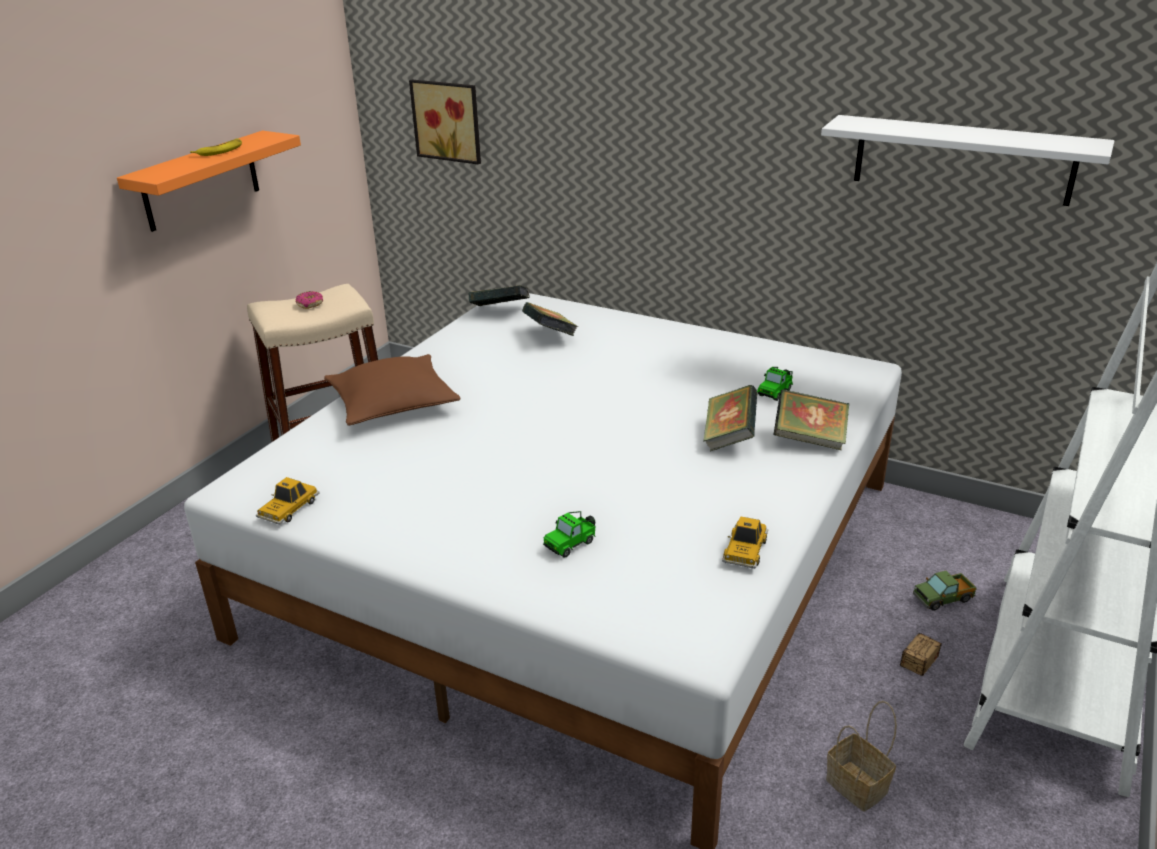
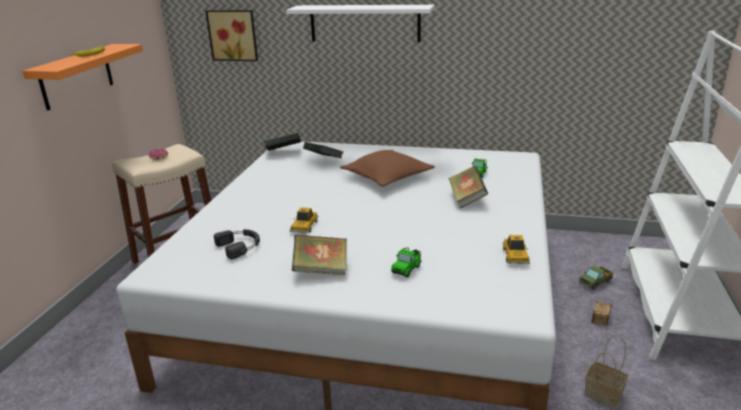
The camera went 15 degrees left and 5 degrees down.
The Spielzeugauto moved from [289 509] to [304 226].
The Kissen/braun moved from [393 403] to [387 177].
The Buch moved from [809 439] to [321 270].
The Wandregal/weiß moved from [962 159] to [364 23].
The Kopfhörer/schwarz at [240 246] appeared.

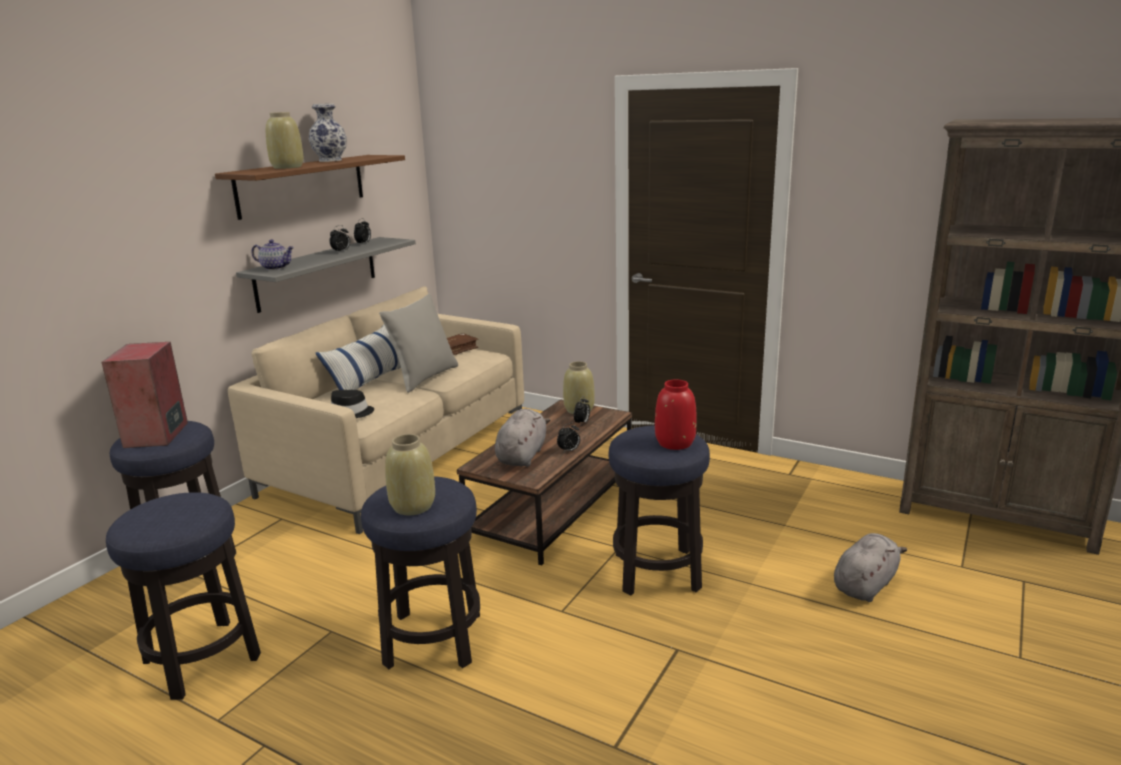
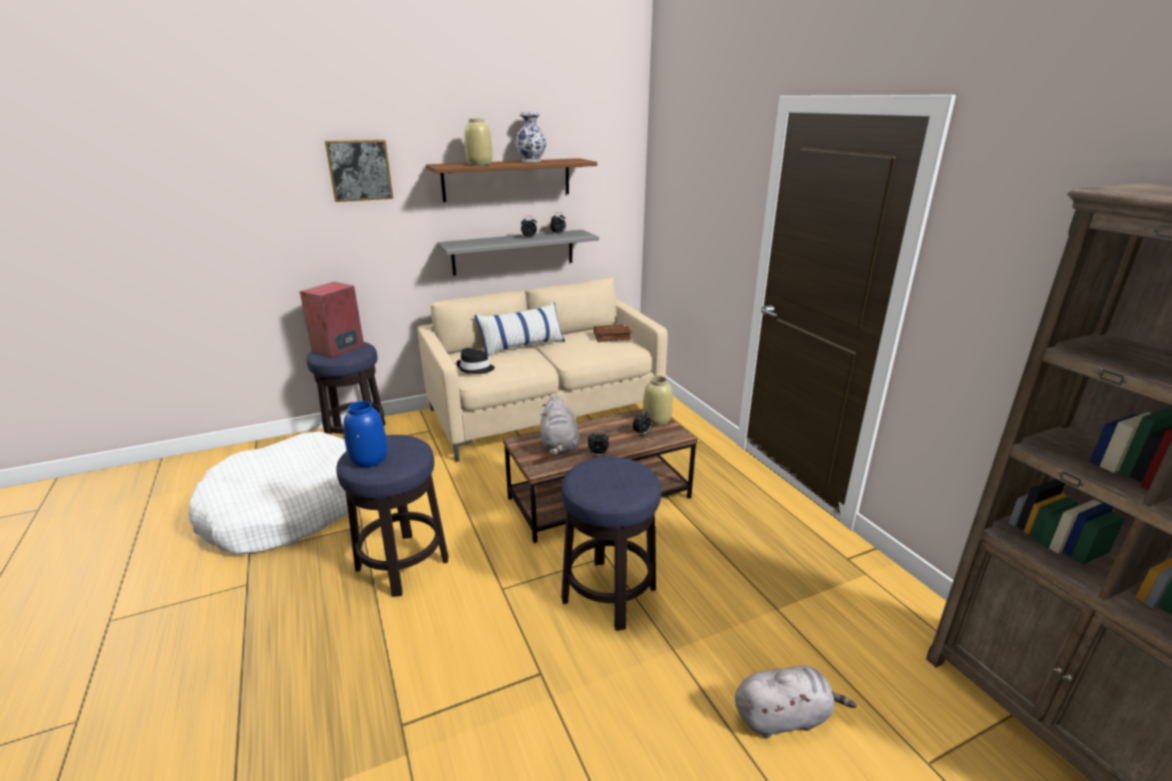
The camera went 35 degrees right and 5 degrees up.
The Hocker at [202 659] was replaced by the Hundebett/weiß at [287 509].
The Teekanne at [276 268] disappeared.
The Kissen/grau at [424 377] disappeared.
The Vase/beige at [413 506] became the Vase/blau at [369 459].
The Plüschtier/grau at [522 455] turned 120 degrees clockwise.
The Vase/rot at [674 443] disappeared.
The Bild at [360 170] appeared.

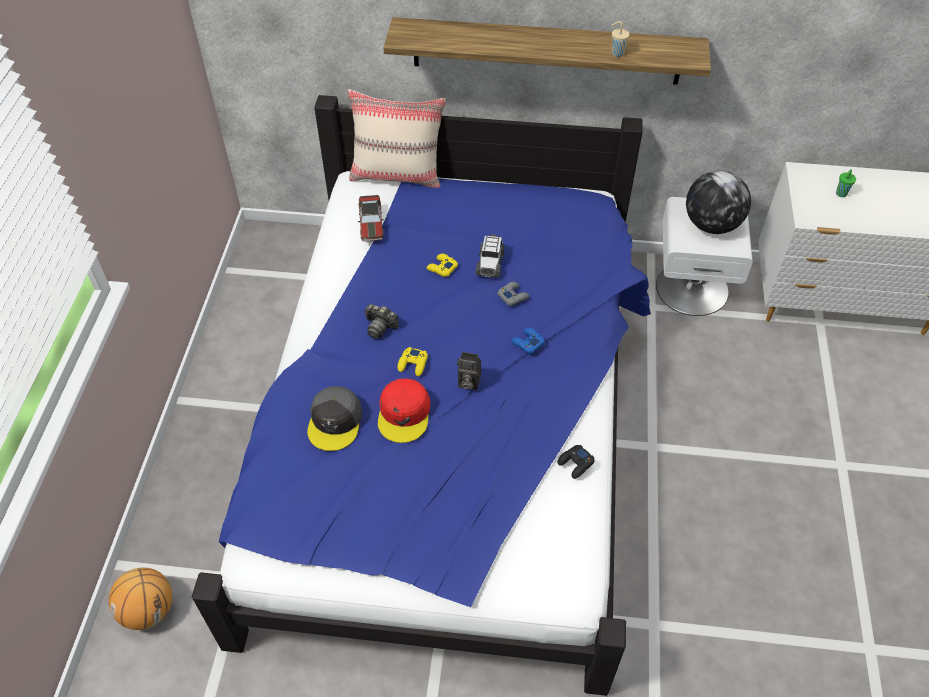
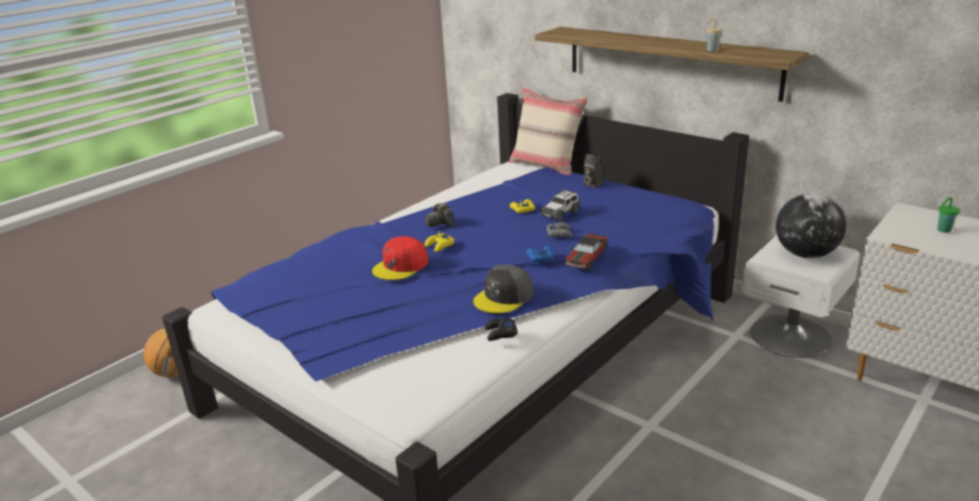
The camera went 35 degrees right and 25 degrees down.
The Kappe/grau moved from [335 422] to [504 297].
The Spielzeugauto moved from [371 223] to [586 257].
The Kamera moved from [467 382] to [591 184].

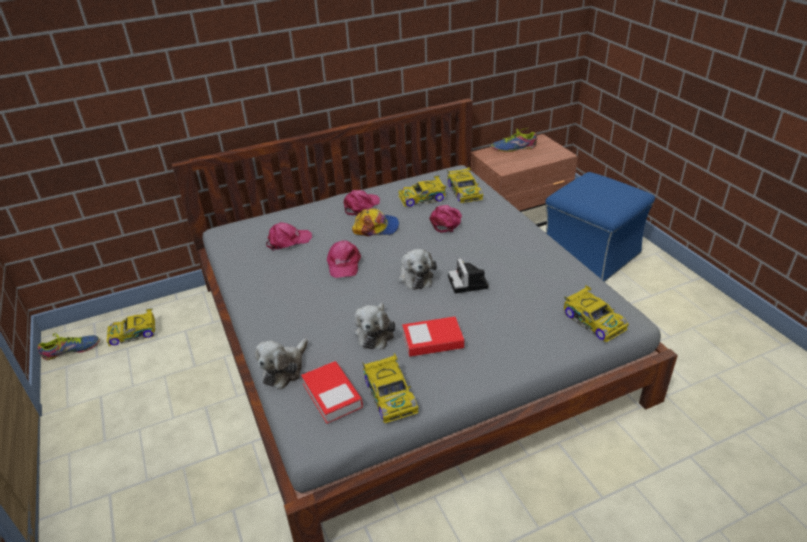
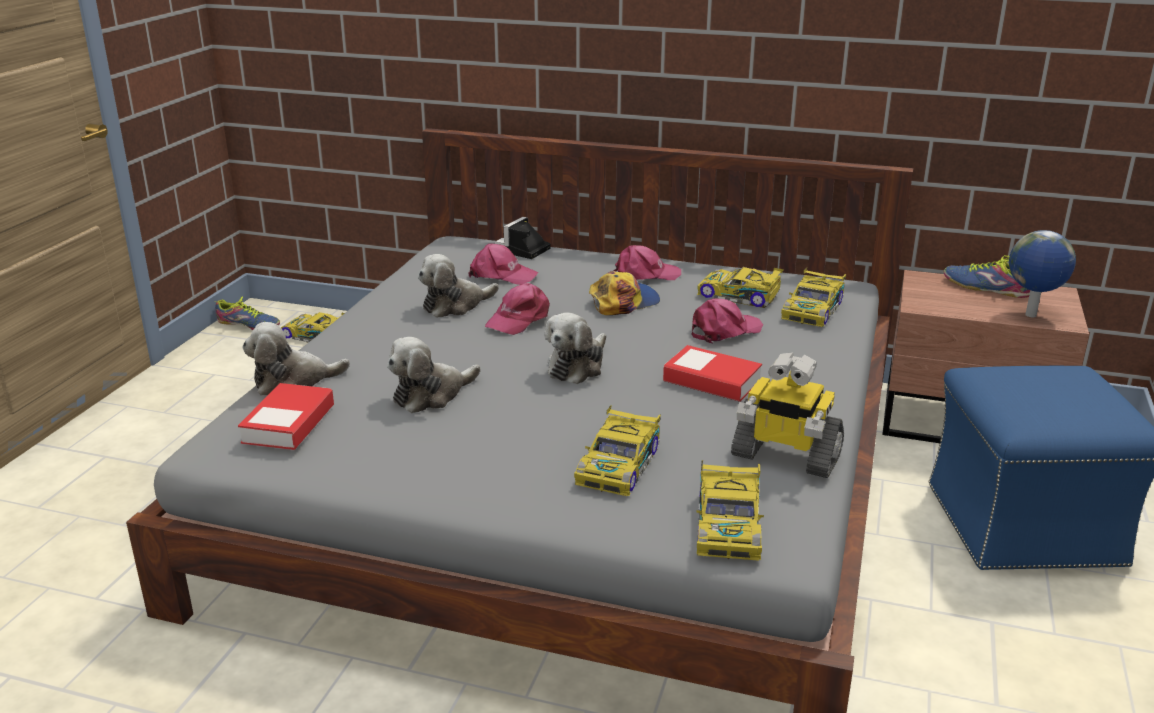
The camera went 40 degrees right and 10 degrees down.
The Kappe at [376 227] turned 75 degrees counterclockwise.
The Spielzeugauto moved from [390 394] to [619 465].
The Buch moved from [432 341] to [711 381].
The Kamera moved from [469 283] to [522 250].
The Plüschtier at [455 305] appeared.
The Spielzeugroboter at [784 456] appeared.
The Globus at [1031 316] appeared.

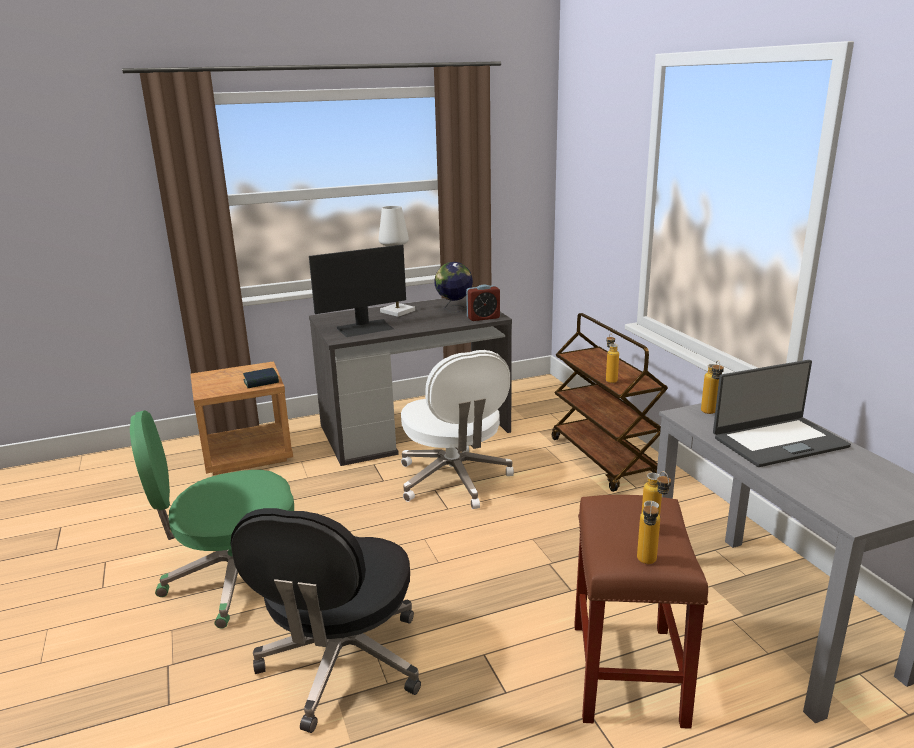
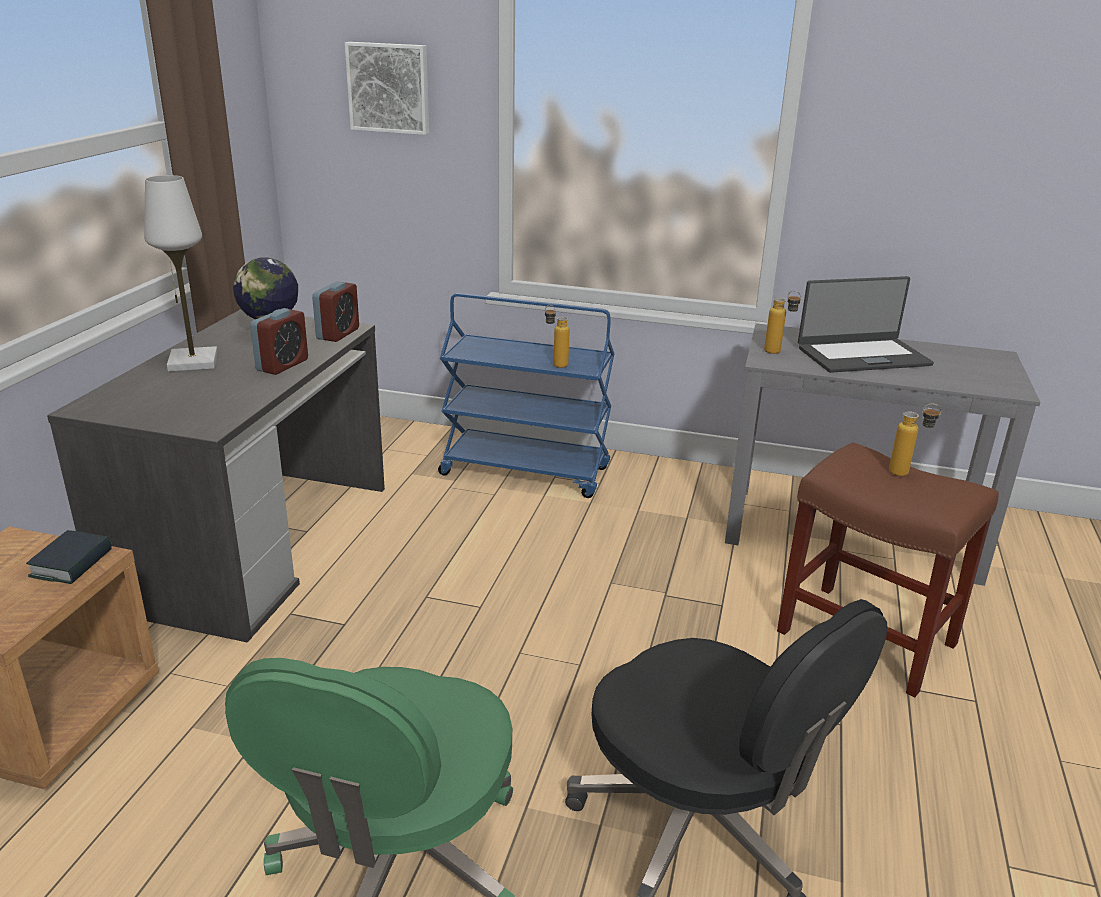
The camera went 55 degrees left and 5 degrees up.
The Monitor at [365 328] disappeared.
The Bürostuhl/weiß at [454 480] disappeared.
The Rollwagen/braun at [604 459] became the Rollwagen/blau at [526 471].
The Flasche at [646 564] disappeared.
The Laptop at [778 441] turned 60 degrees clockwise.
The Wecker at [282 365] appeared.
The Bild at [389 88] appeared.

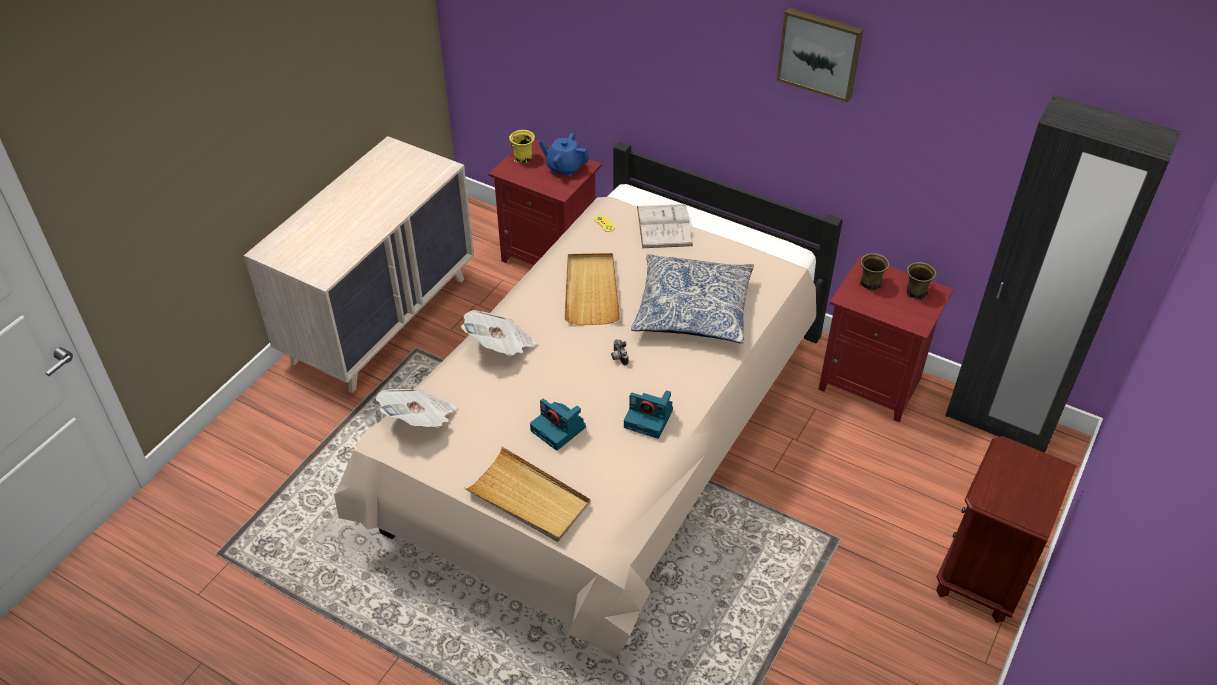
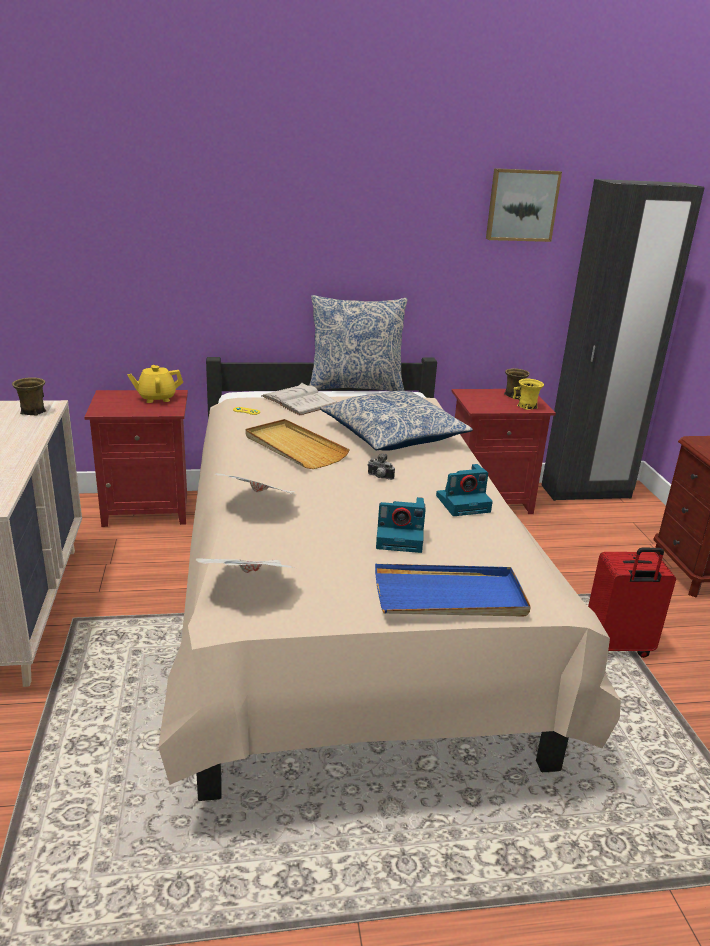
The camera went 40 degrees left and 20 degrees down.
The Tablett/beige at [529 498] became the Tablett/blau at [450 596].
The Henkelbecher/gelb moved from [523 158] to [527 406].
The Teekanne/blau at [564 167] became the Teekanne/gelb at [156 398].
The Bild moved from [820 53] to [521 205].
The Henkelbecher/braun moved from [870 283] to [32 411].
The Kissen at [355 386] appeared.
The Koffer/rot at [617 647] appeared.

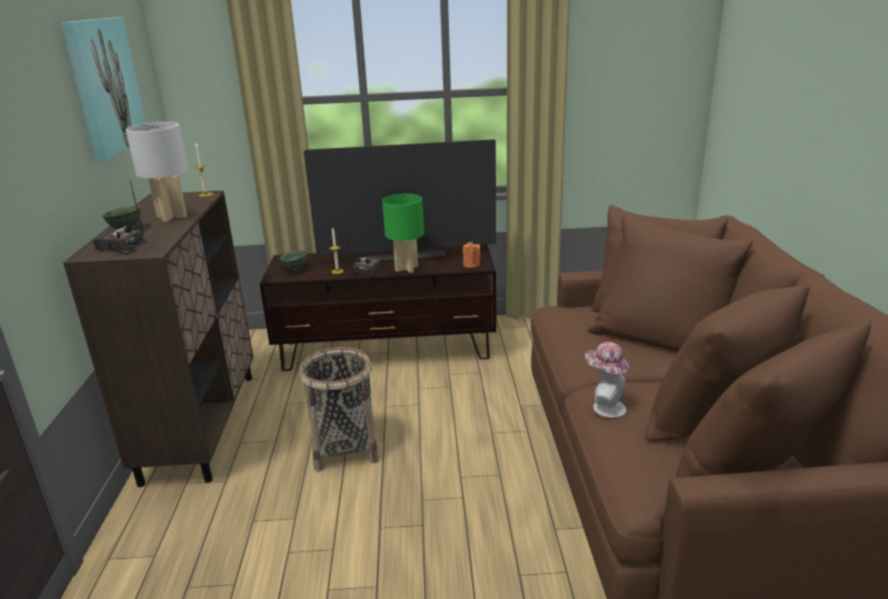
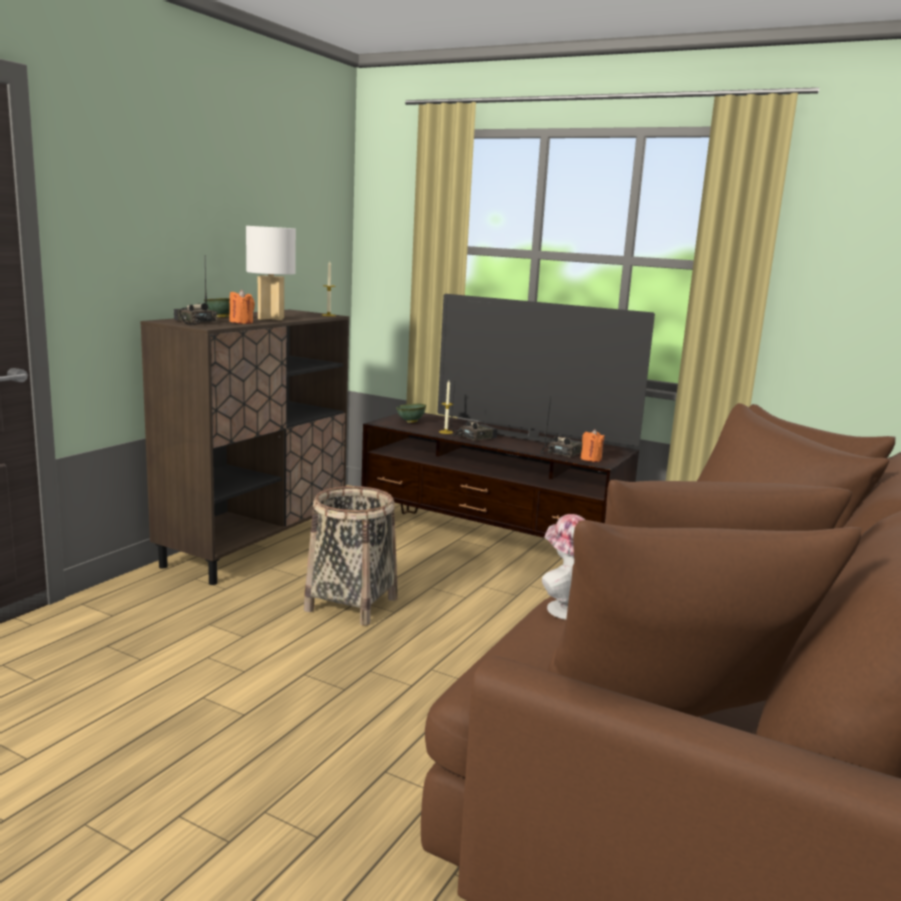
The camera went 30 degrees right and 10 degrees down.
The Bild at [106 86] disappeared.
The Tischlampe/grün at [406 268] disappeared.
The Kerze/orange at [241 322] appeared.
The Radio at [561 453] appeared.

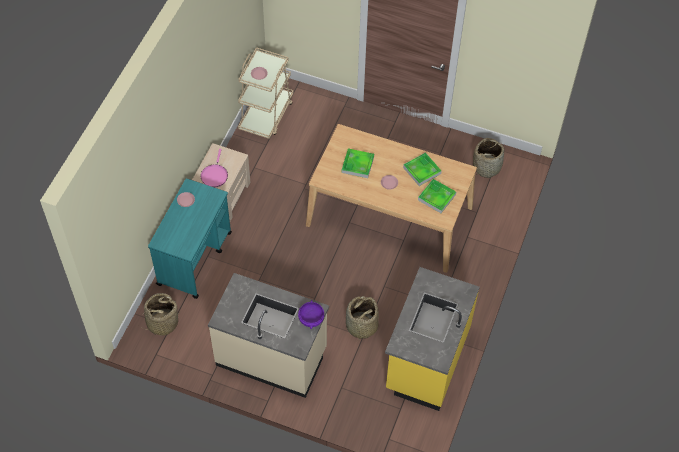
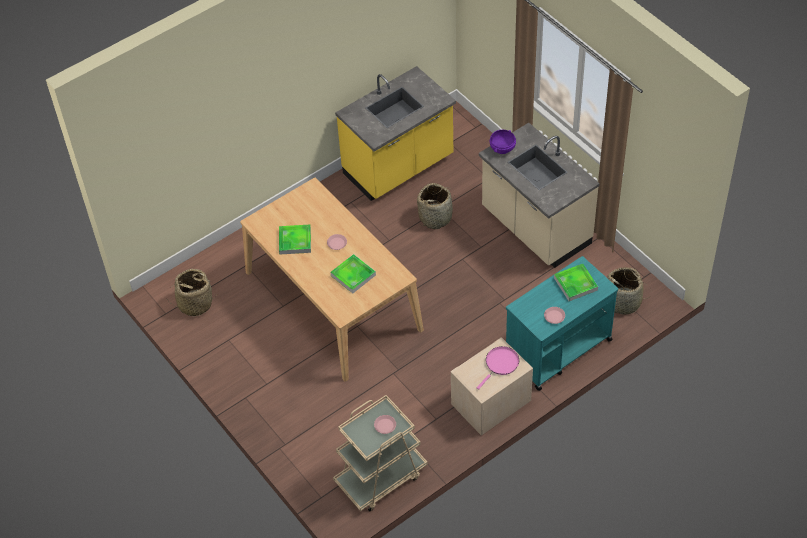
The camera went 145 degrees left and 5 degrees down.
The Tablett moved from [436 197] to [575 284].

